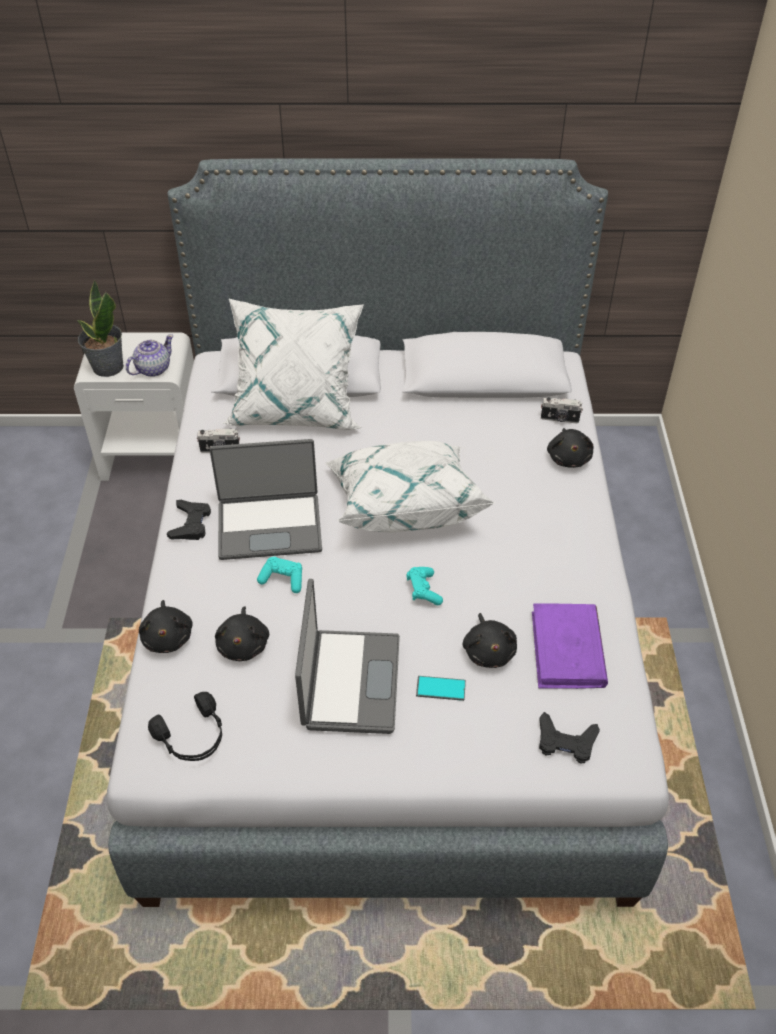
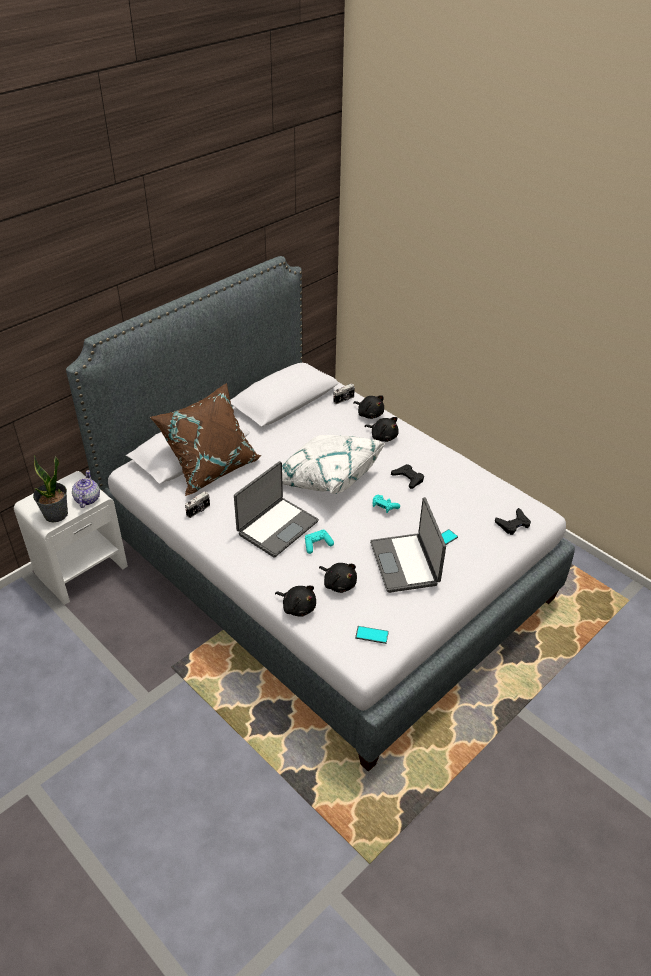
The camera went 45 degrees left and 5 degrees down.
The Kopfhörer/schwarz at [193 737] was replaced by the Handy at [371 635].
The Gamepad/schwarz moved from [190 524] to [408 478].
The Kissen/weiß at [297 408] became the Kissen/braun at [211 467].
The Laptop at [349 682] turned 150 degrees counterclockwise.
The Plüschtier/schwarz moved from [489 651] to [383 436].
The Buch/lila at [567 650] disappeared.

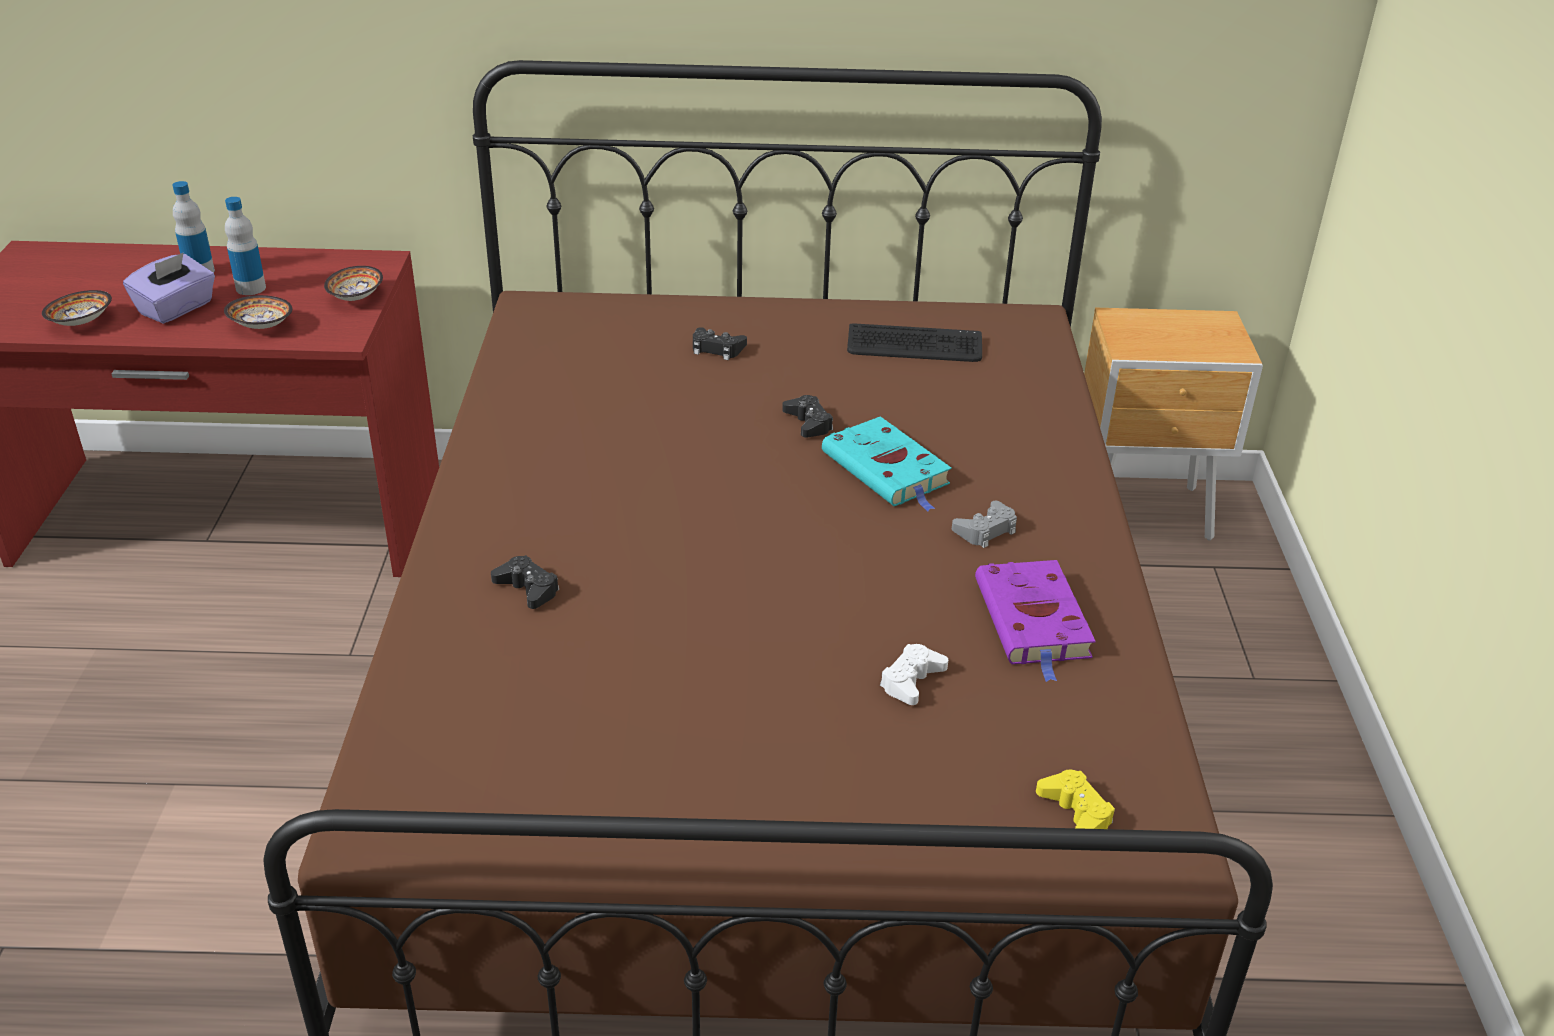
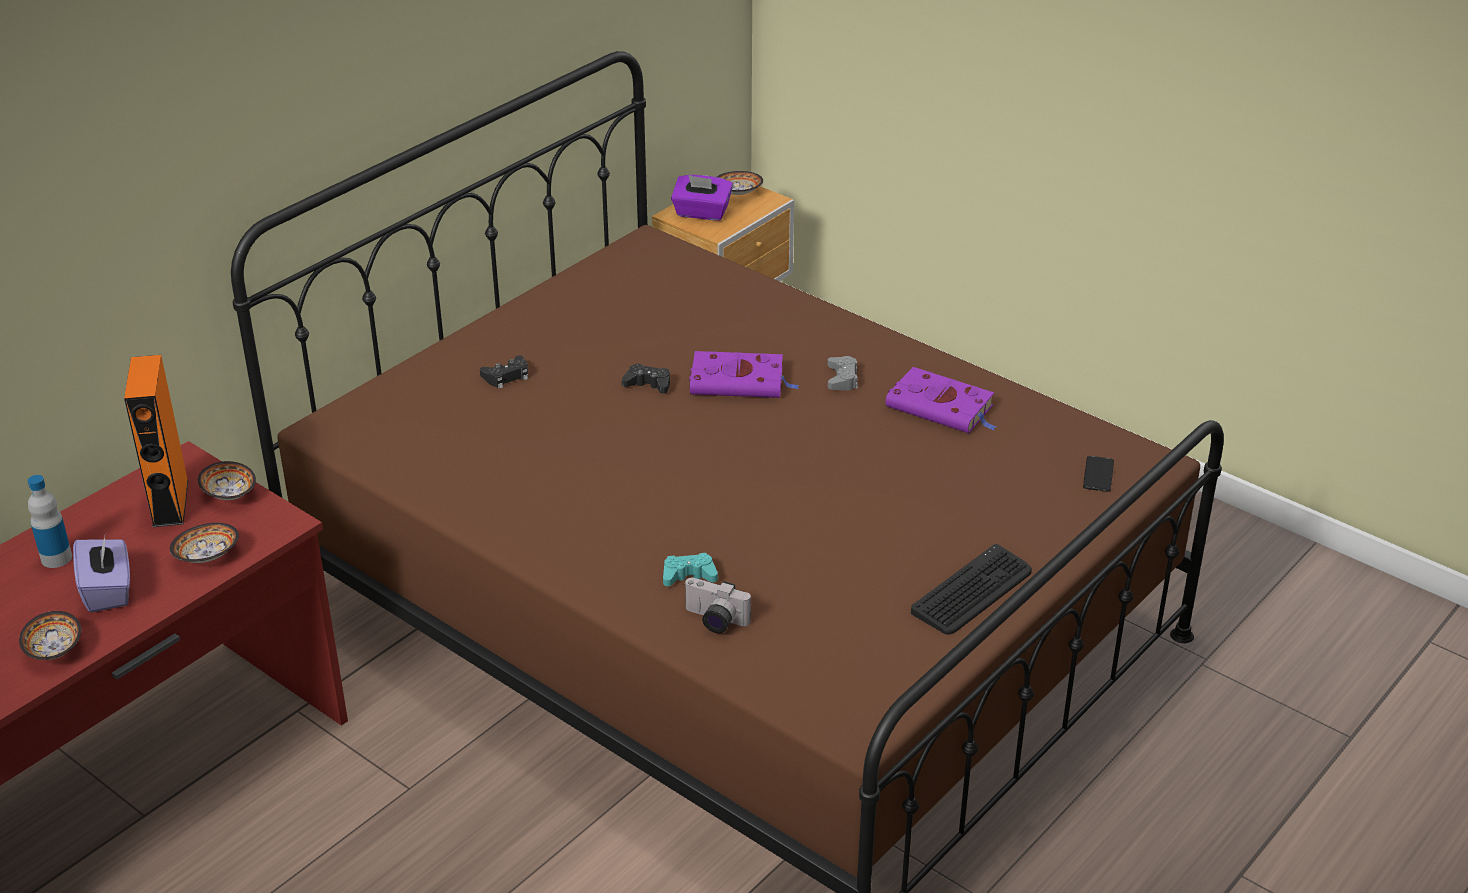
The camera went 50 degrees left and 0 degrees up.
The Flasche at [251 288] disappeared.
The Gamepad/schwarz at [527 589] became the Gamepad/türkis at [689 575].
The Buch/türkis at [888 471] became the Buch/lila at [740 381].
The Tastatur moved from [914 346] to [972 591].
The Gamepad/weiß at [911 680] disappeared.
The Gamepad/gelb at [1075 812] was replaced by the Handy at [1098 475].
The Lautsprecher/orange at [170 503] appeared.
The Taschentuchbox/lila at [701 213] appeared.
The Kamera at [713 621] appeared.
The Schüssel at [737 193] appeared.

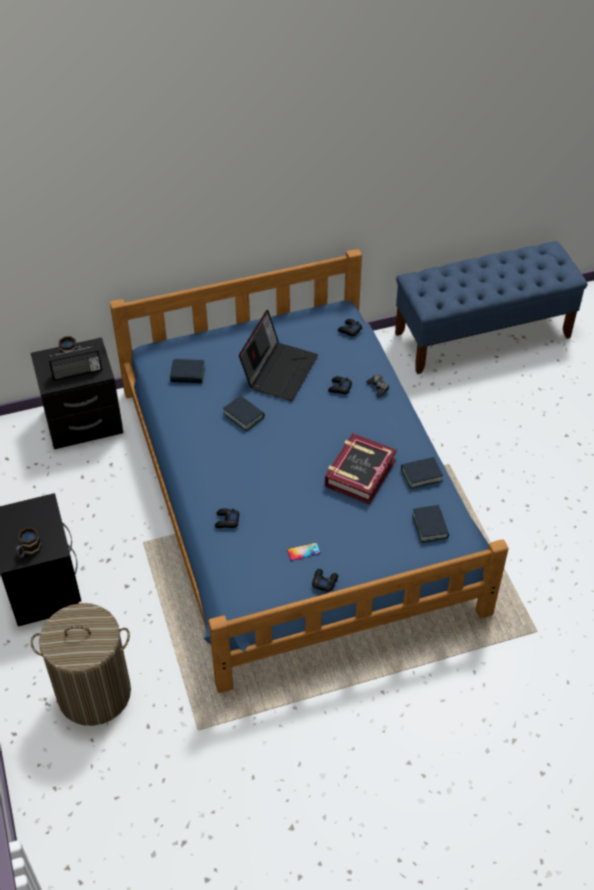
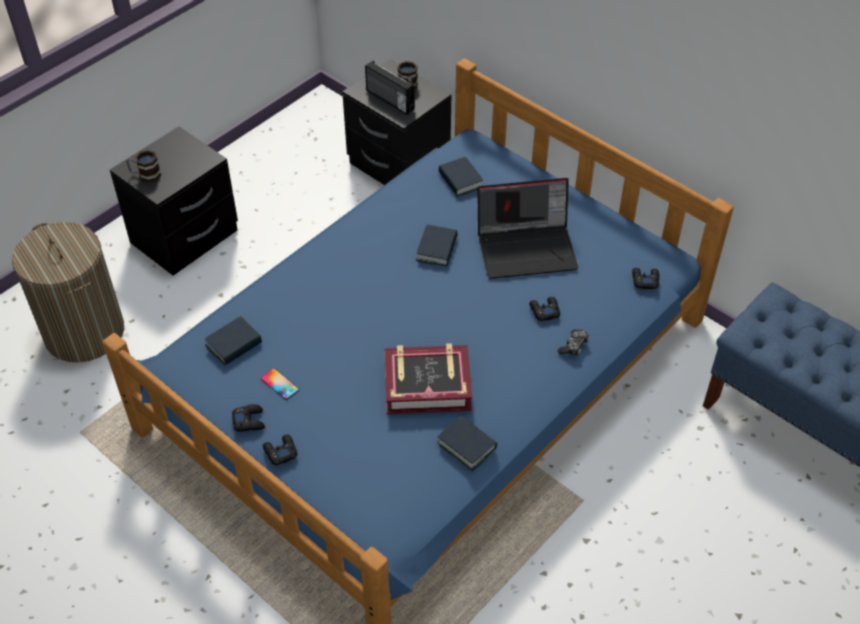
The camera went 60 degrees right and 0 degrees up.
The Gamepad/schwarz moved from [226 521] to [280 452].
The Buch moved from [430 526] to [234 345].

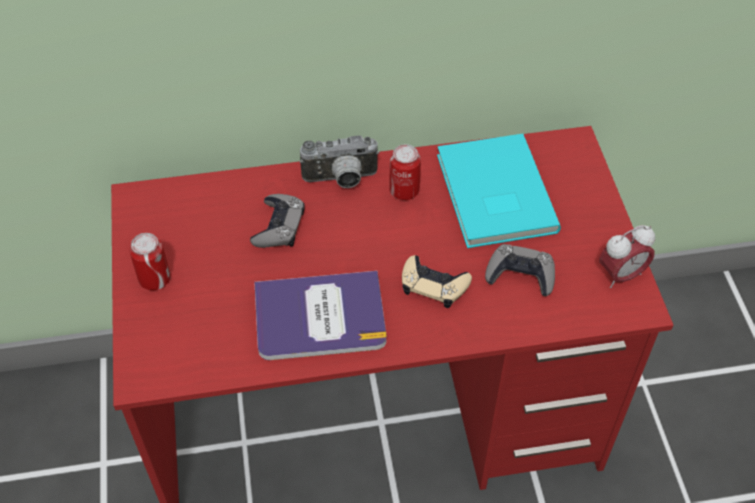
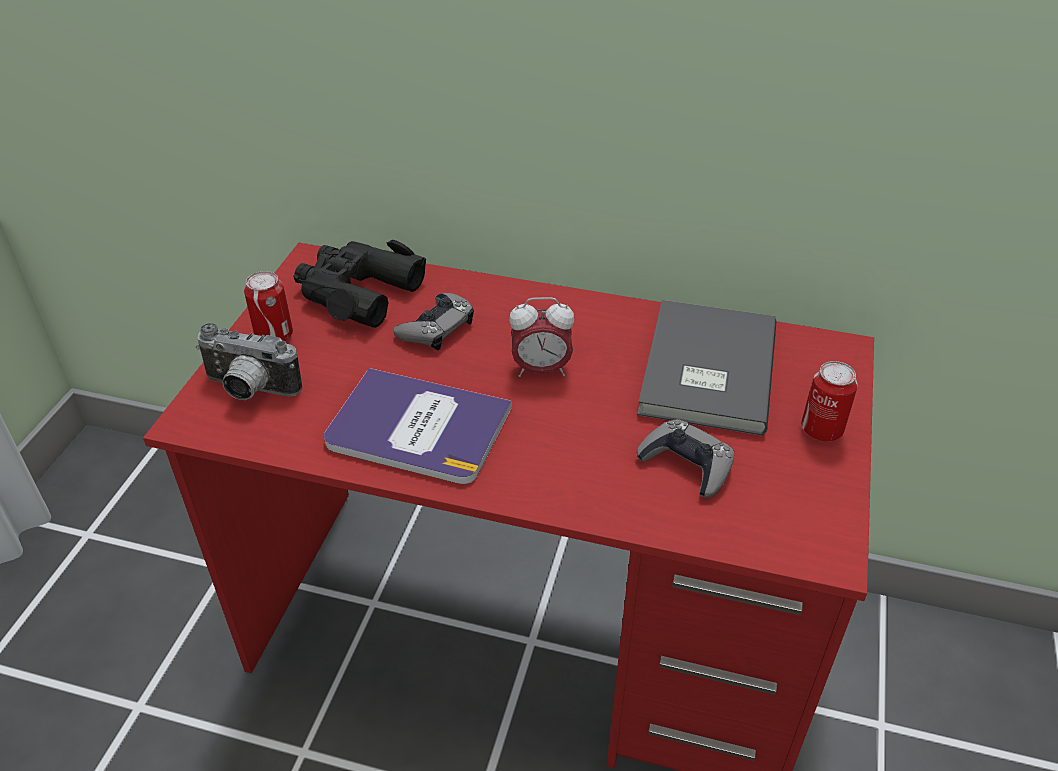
The camera went 25 degrees right and 10 degrees down.
The Kamera moved from [341 180] to [249 390].
The Dose moved from [404 191] to [821 429].
The Gamepad/beige at [433 285] disappeared.
The Buch/türkis at [493 195] became the Buch/grau at [703 371].
The Wecker moved from [620 275] to [541 369].
The Fernglas/schwarz at [357 292] appeared.

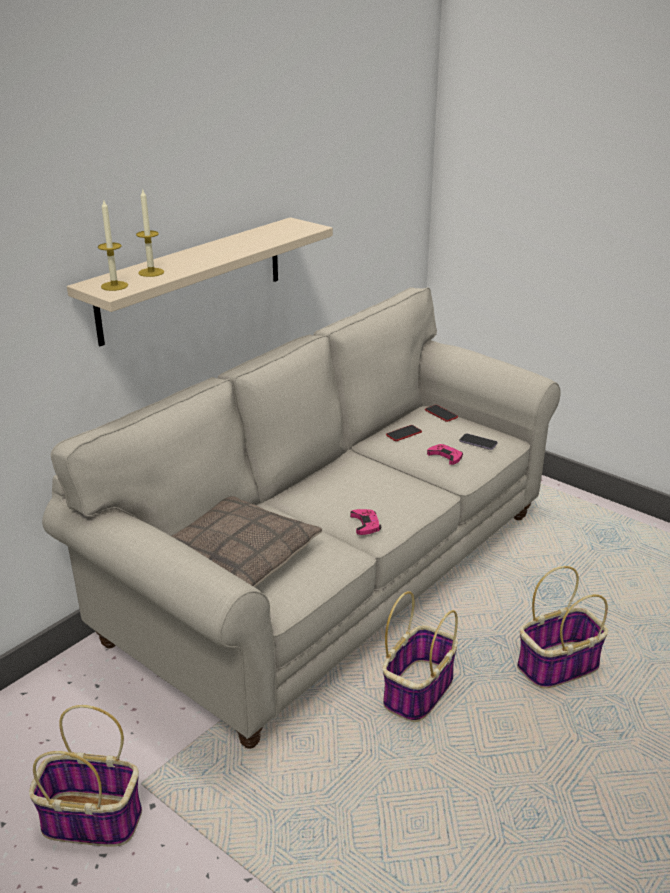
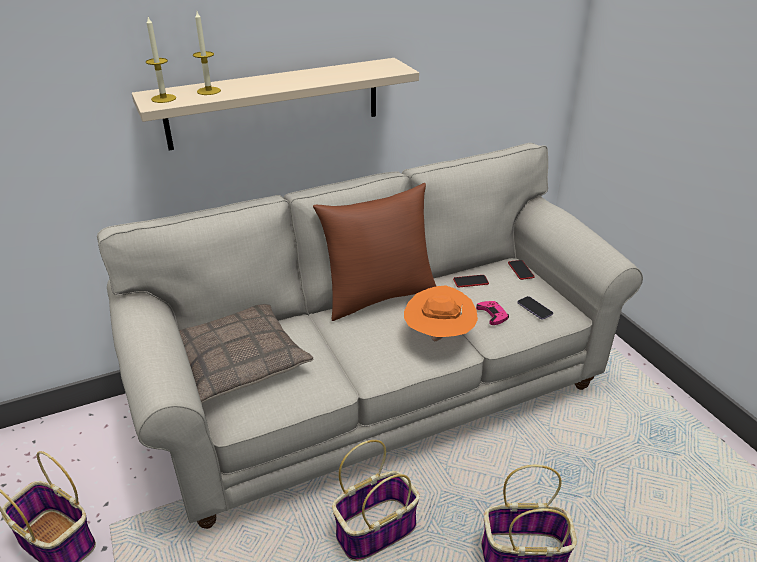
The camera went 25 degrees right and 5 degrees up.
The Gamepad/rosa at [365 524] disappeared.
The Kissen/braun at [379 296] appeared.
The Hut/orange at [438 337] appeared.

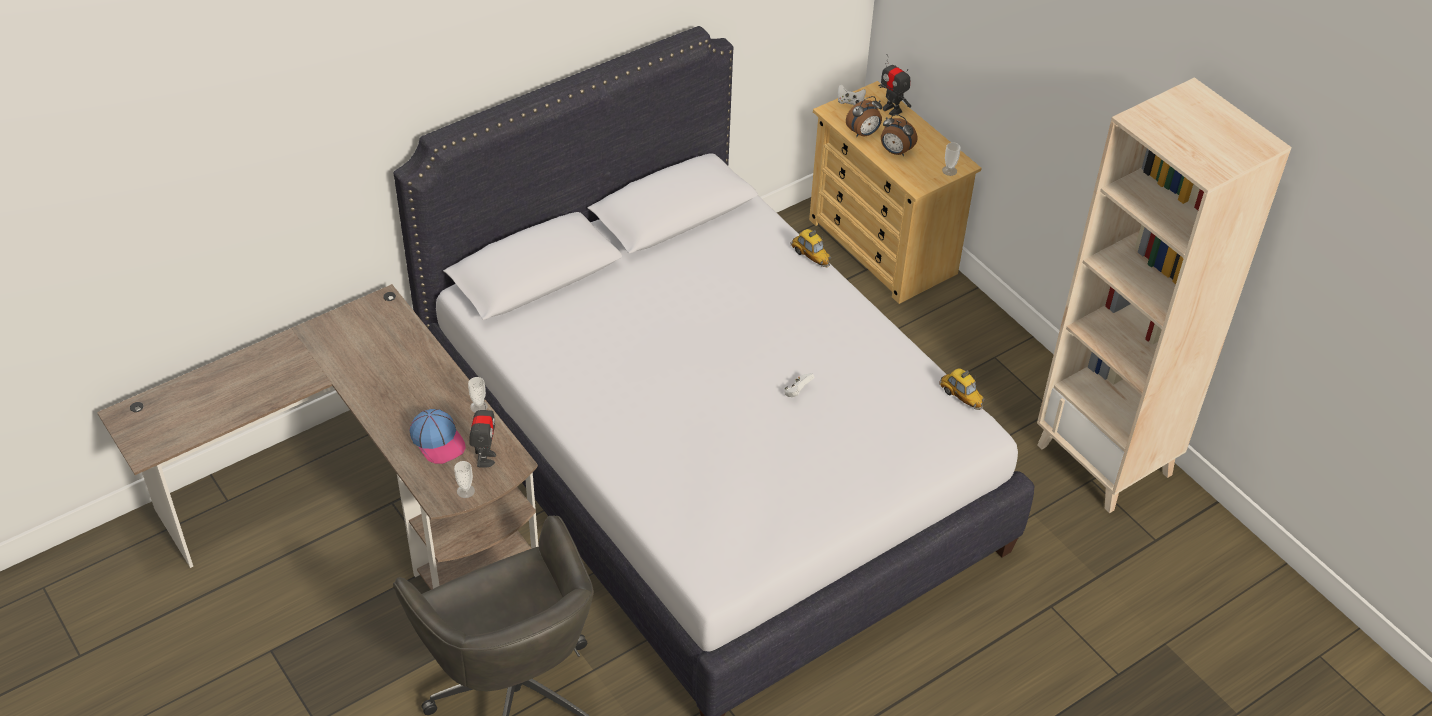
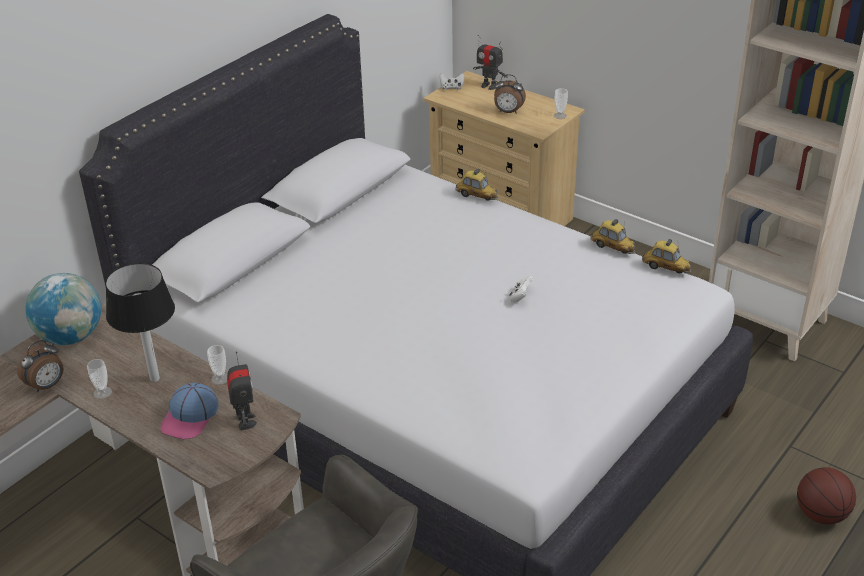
The camera went 15 degrees left and 10 degrees down.
The Kappe at [438 441] turned 75 degrees clockwise.
The Tasse moved from [465 491] to [102 392].
The Wecker moved from [863 133] to [47 386].
The Globus at [71 337] appeared.
The Tischlampe at [154 379] appeared.
The Spielzeugauto at [612 248] appeared.
The Basketball at [821 515] appeared.

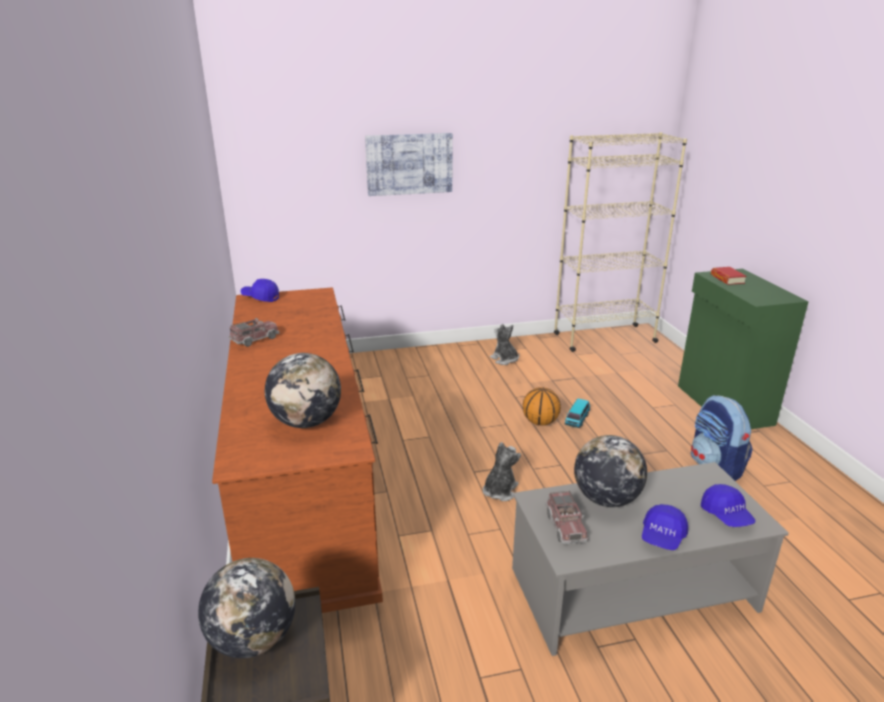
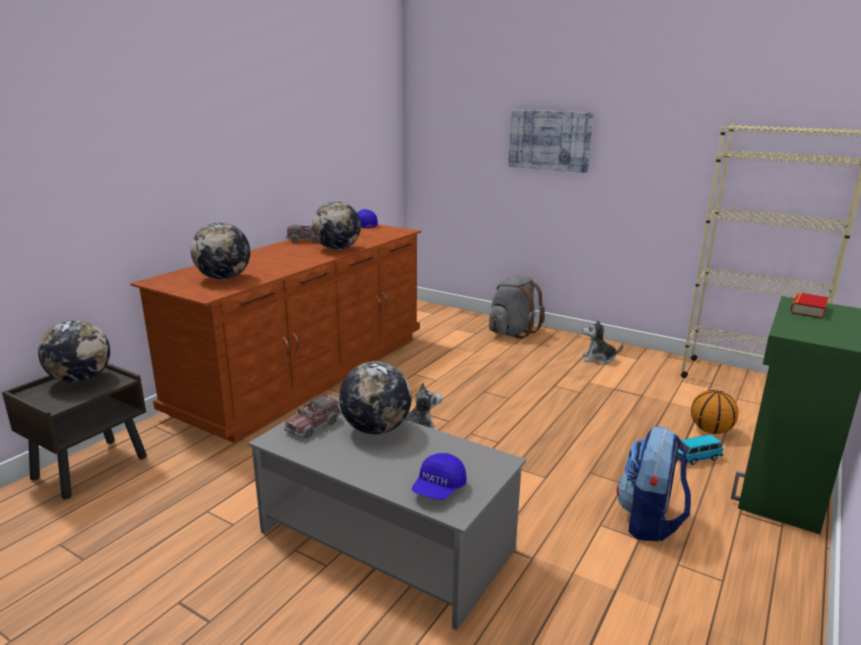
The camera went 45 degrees right and 5 degrees down.
The Plüschtier at [504 360] turned 90 degrees counterclockwise.
The Basketball moved from [540 422] to [711 430].
The Spielzeugauto moved from [577 420] to [696 457].
The Kappe/blau at [662 537] disappeared.
The Globus at [337 249] appeared.
The Rucksack/grau at [513 332] appeared.

